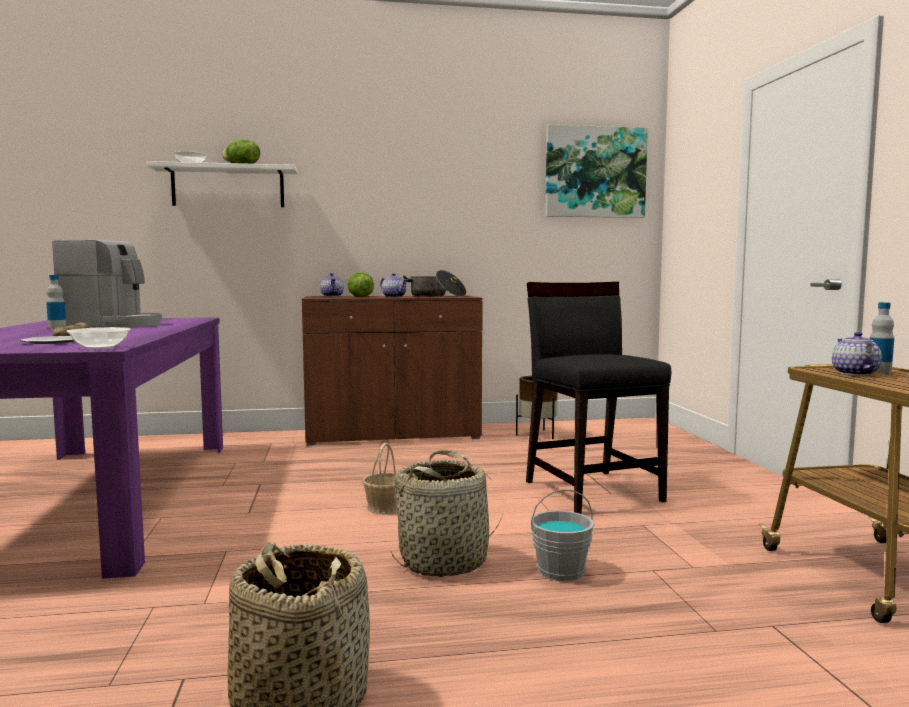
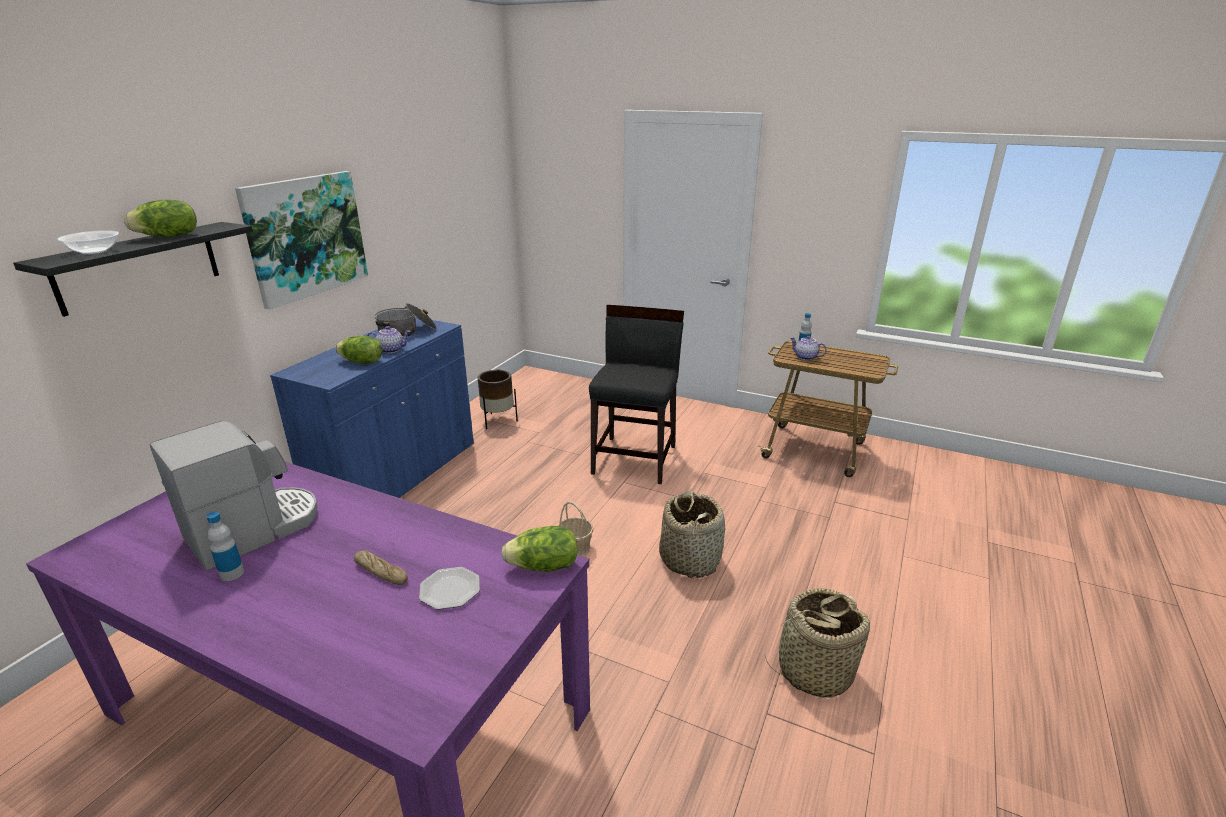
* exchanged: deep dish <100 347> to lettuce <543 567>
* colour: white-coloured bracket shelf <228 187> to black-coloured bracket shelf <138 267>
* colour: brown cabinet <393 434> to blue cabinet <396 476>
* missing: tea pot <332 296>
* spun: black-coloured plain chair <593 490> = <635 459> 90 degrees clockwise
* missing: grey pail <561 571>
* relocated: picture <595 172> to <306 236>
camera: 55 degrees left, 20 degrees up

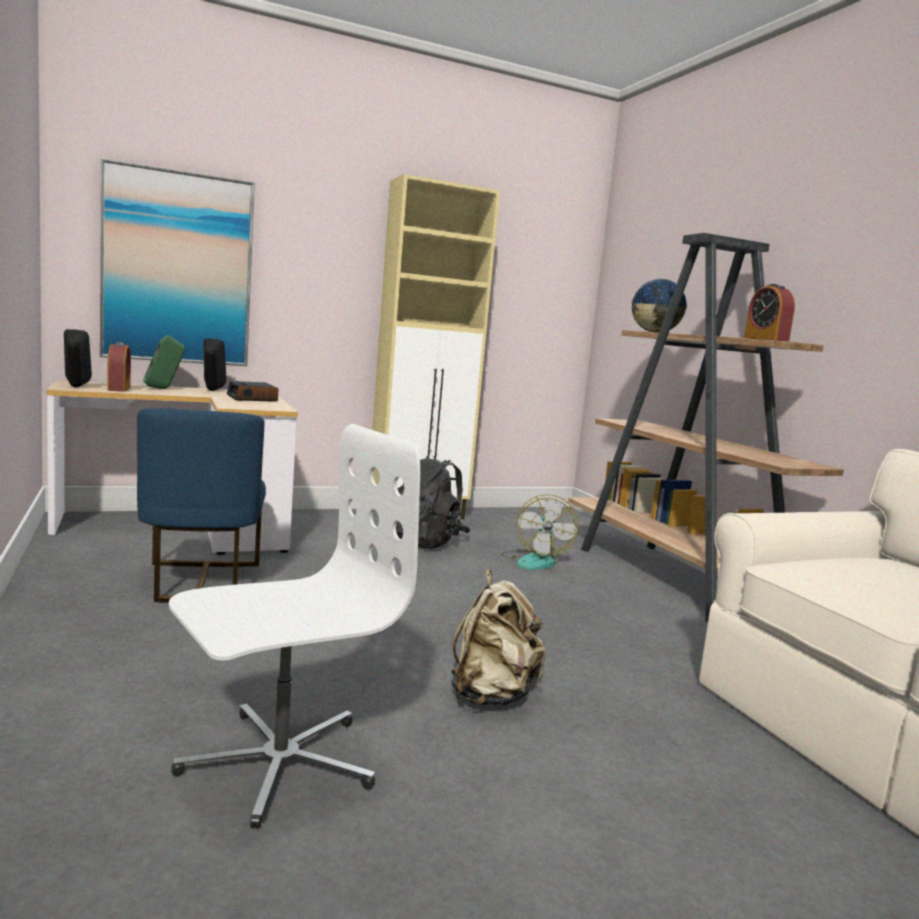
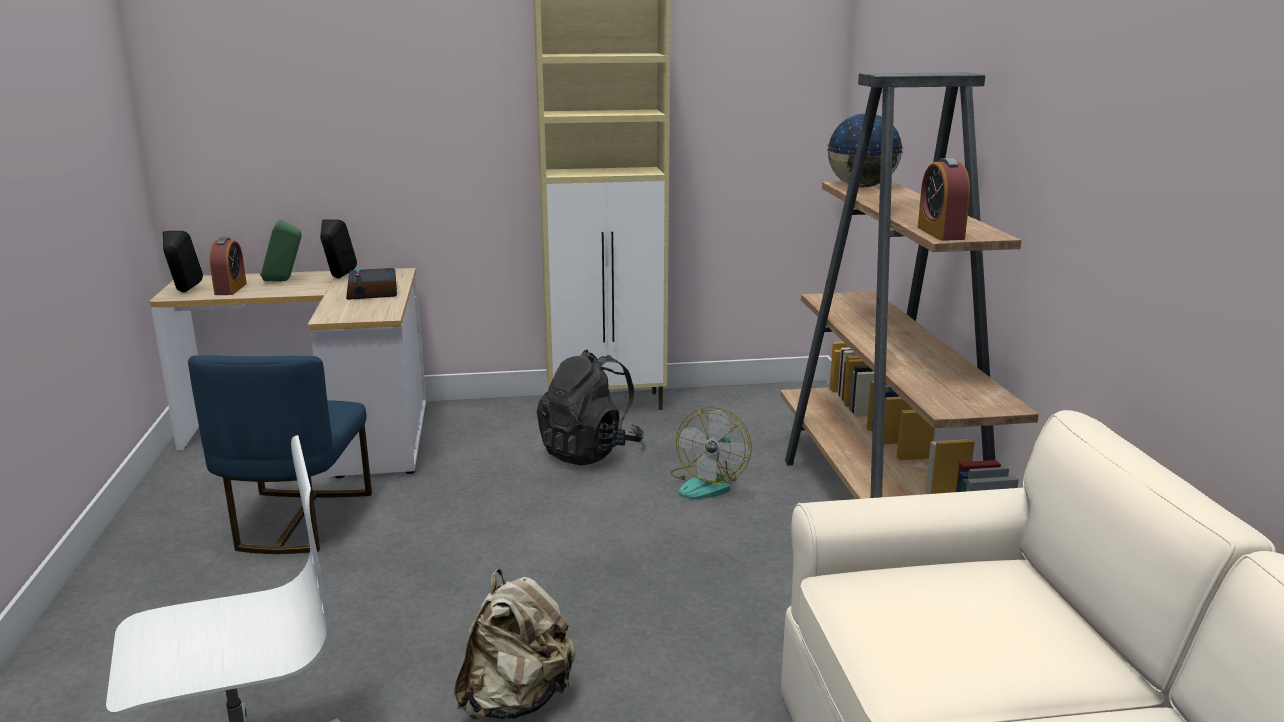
* missing: picture <178 268>
camera: 15 degrees right, 10 degrees up

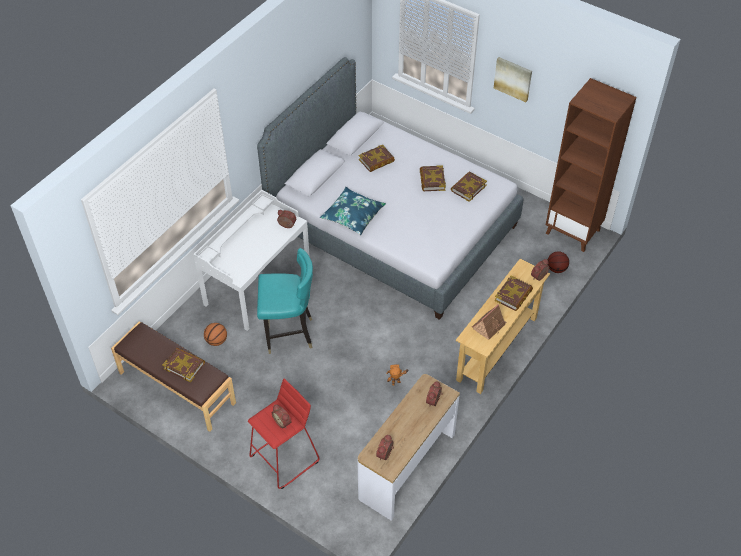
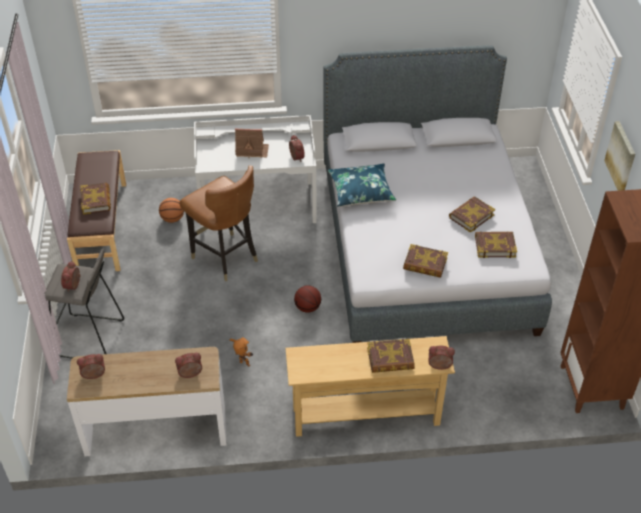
* colour: reddish stool <285 459> to grey stool <89 338>
* colour: turquoise-coloured plain chair <288 334> to brown plain chair <225 257>
* relocated: bound book <376 161> to <425 264>
* relocated: toy house <489 326> to <251 150>
* relocated: basketball ball <556 269> to <307 307>
camera: 50 degrees right, 5 degrees down

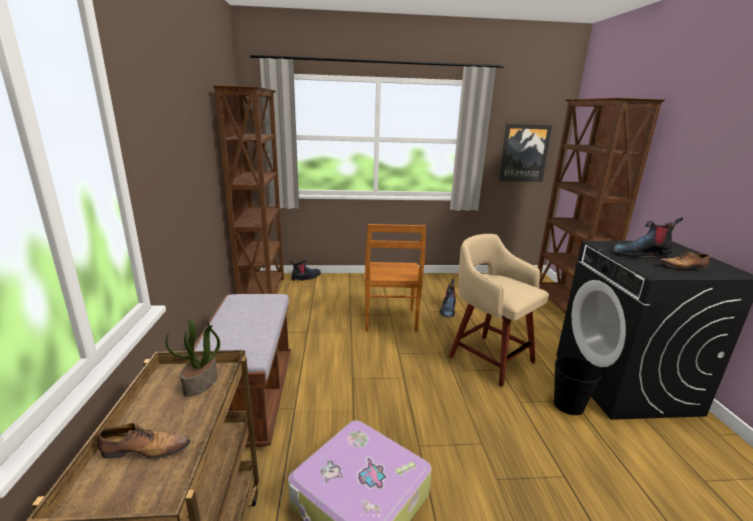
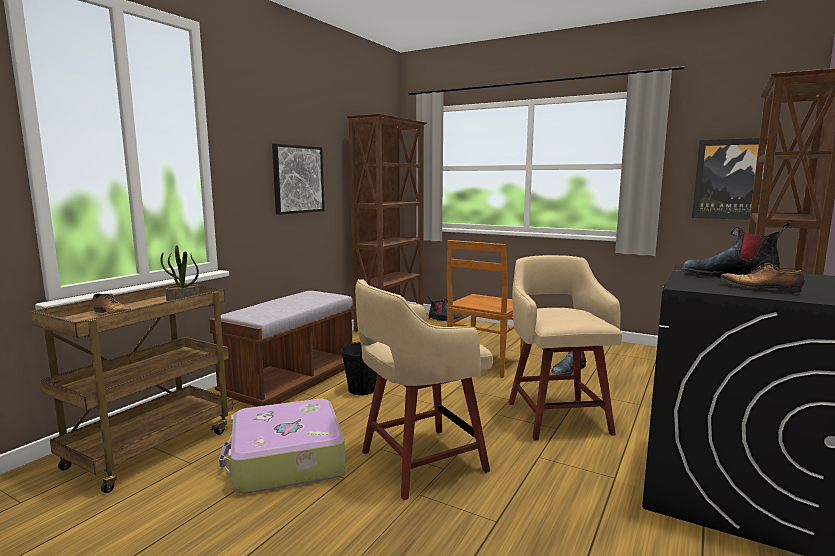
* relocated: black-coloured pail <568 405> to <362 389>
* appeared: picture <298 179>
* appeared: beige stool <419 462>
camera: 35 degrees right, 10 degrees down

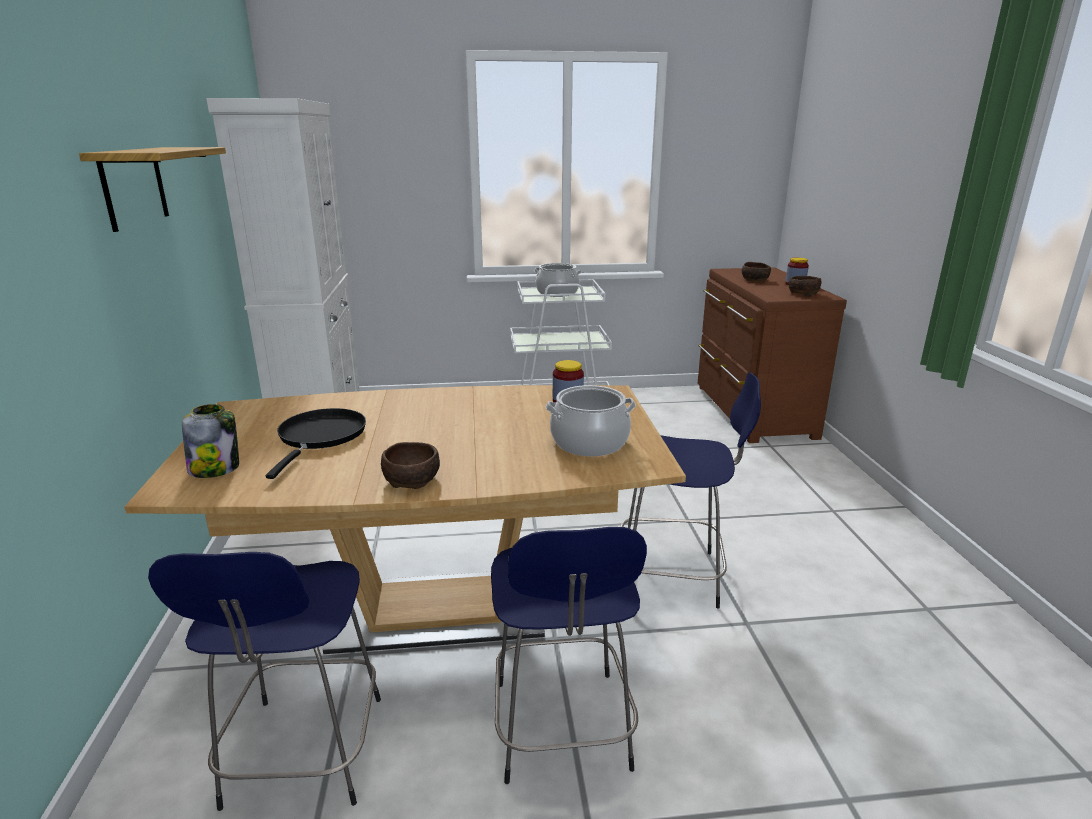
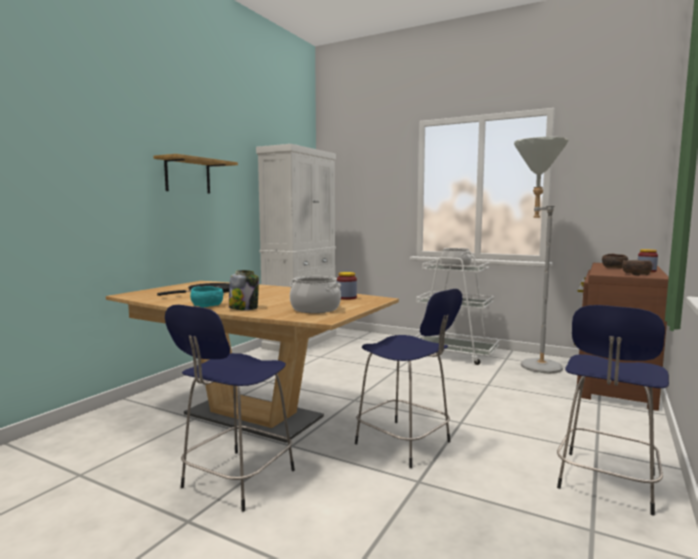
* relocated: blue stool <303 755> to <606 483>
* relocated: jar <215 468> to <244 308>
* colour: brown deep dish <413 480> to turquoise-coloured deep dish <208 305>
* appeared: grey standard lamp <532 367>
camera: 35 degrees right, 15 degrees down

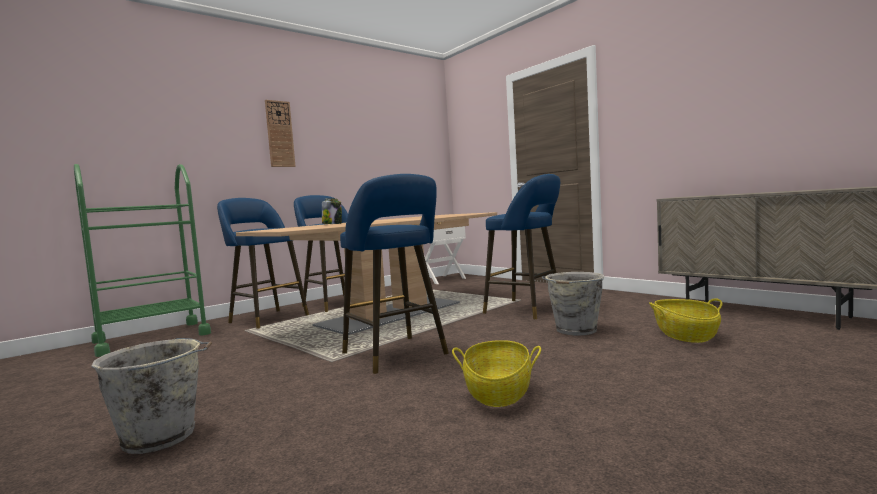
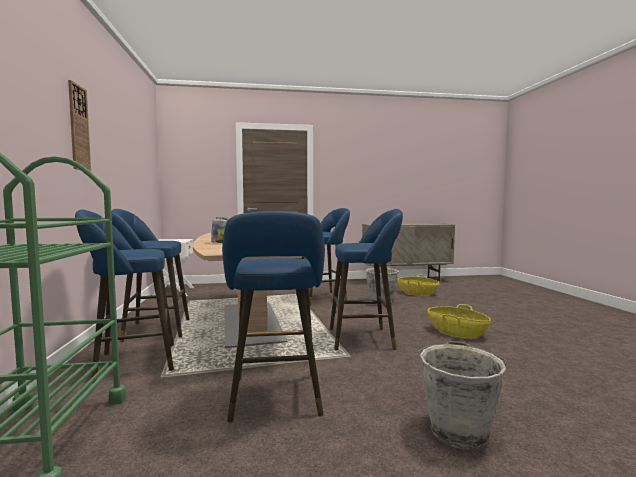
* appeared: blue stool <276 399>
camera: 60 degrees left, 0 degrees up

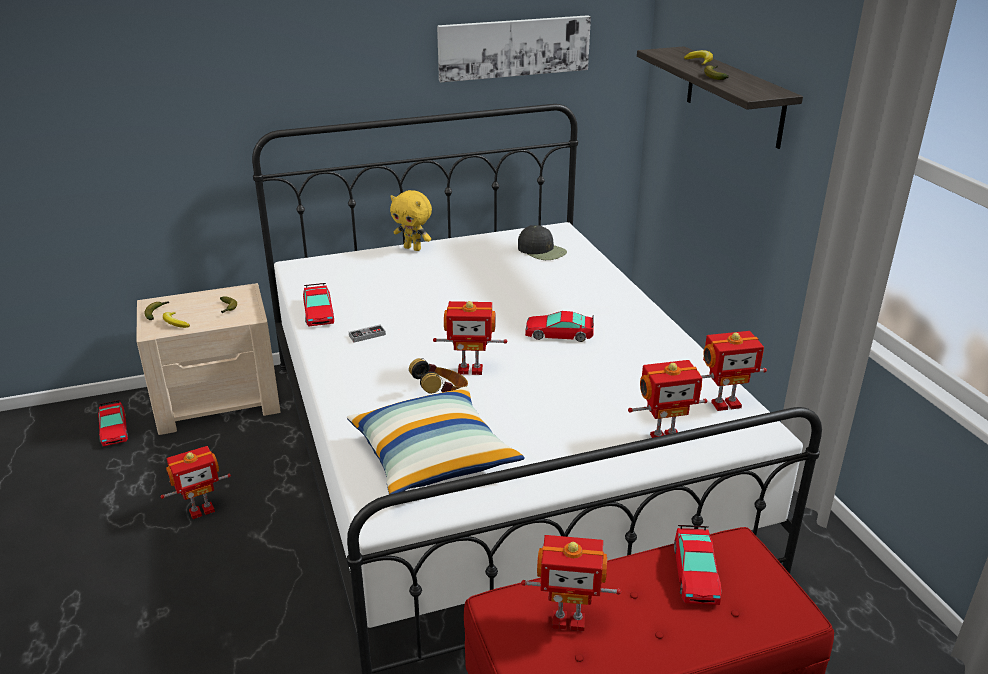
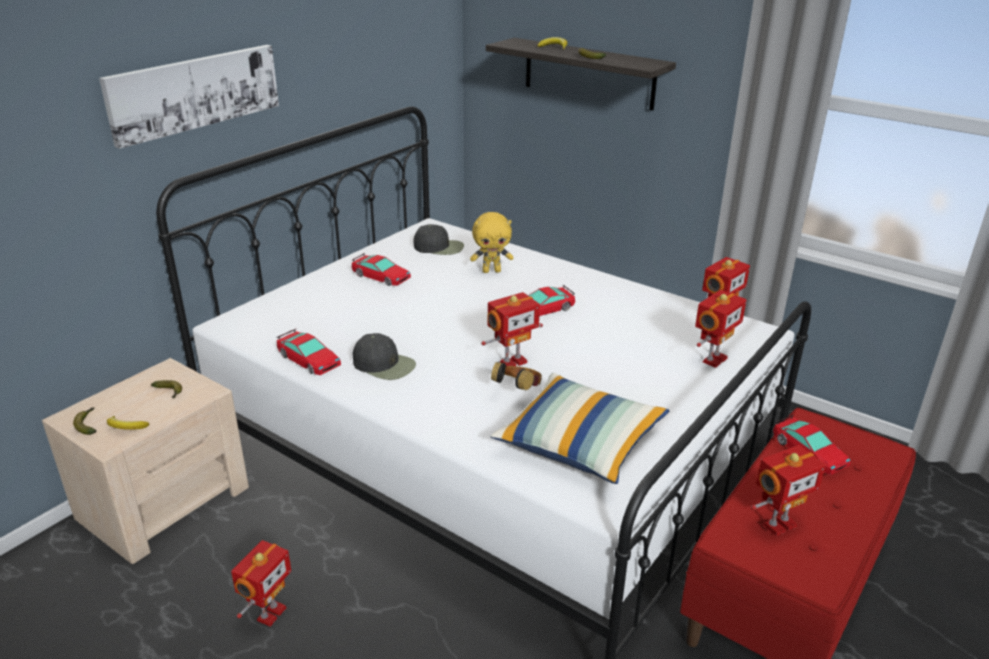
* relocated: toy car <113 429> to <380 277>
* exchanged: gamepad <367 335> to black-coloured peaked cap <384 364>
* relocated: yellow plush toy <413 248> to <491 271>
* relocated: picture <514 47> to <195 92>
camera: 35 degrees left, 0 degrees up

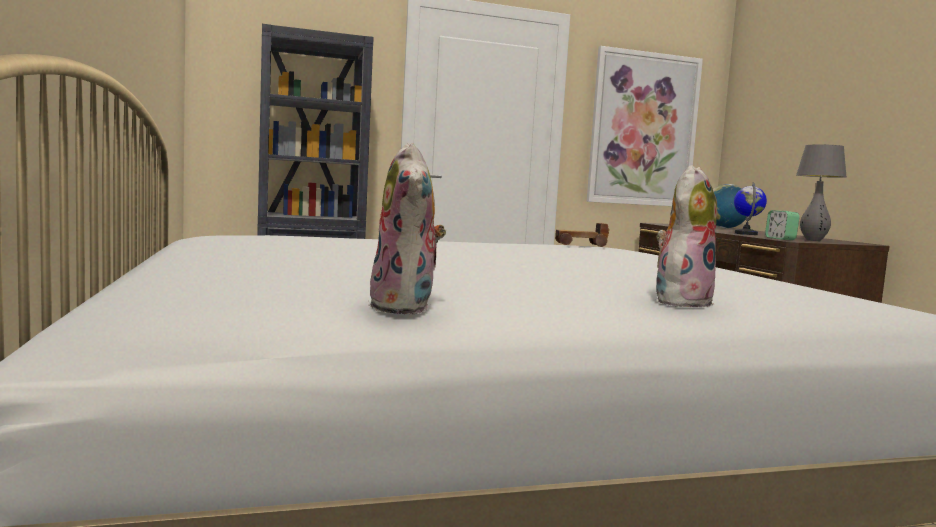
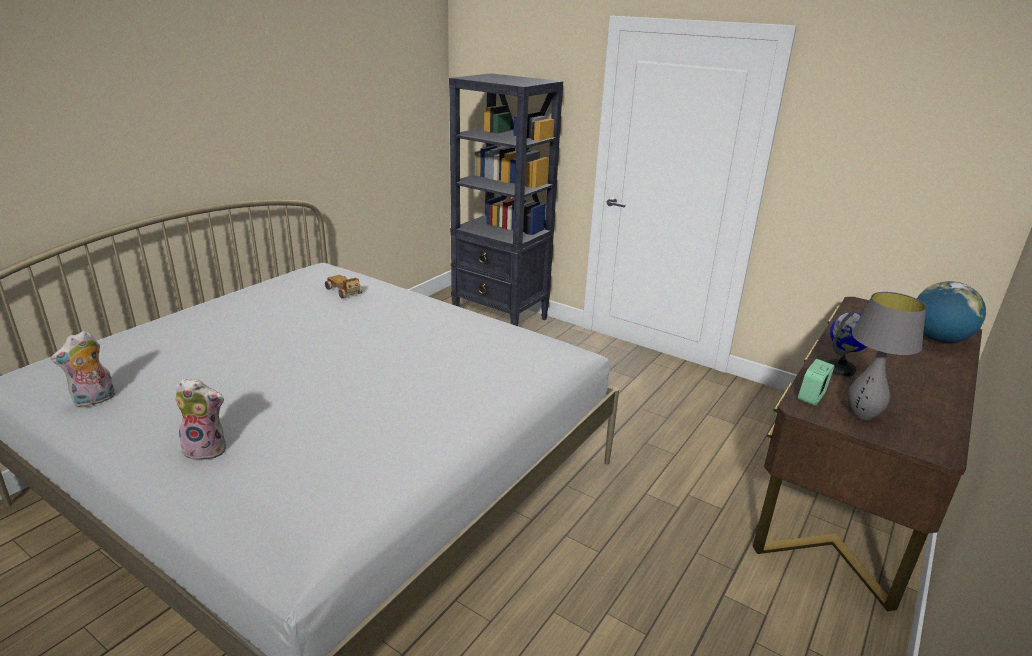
* relocated: toy car <581 245> to <344 291>
* missing: picture <643 129>
camera: 50 degrees right, 20 degrees up

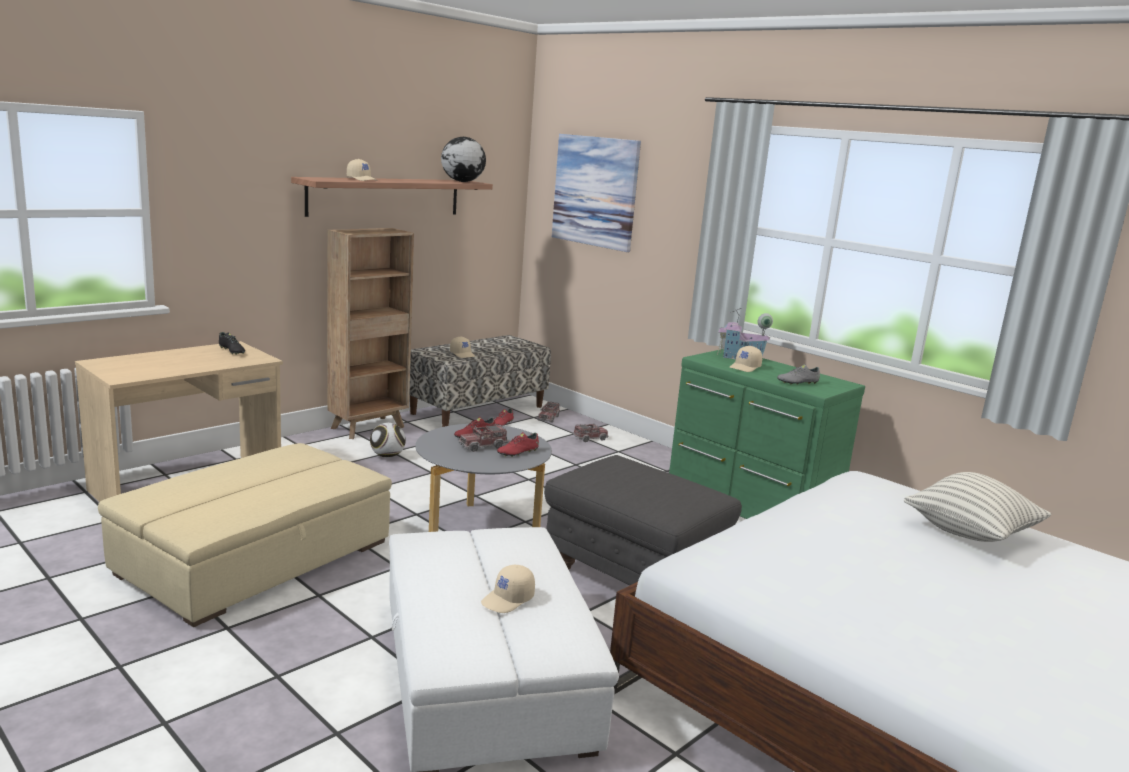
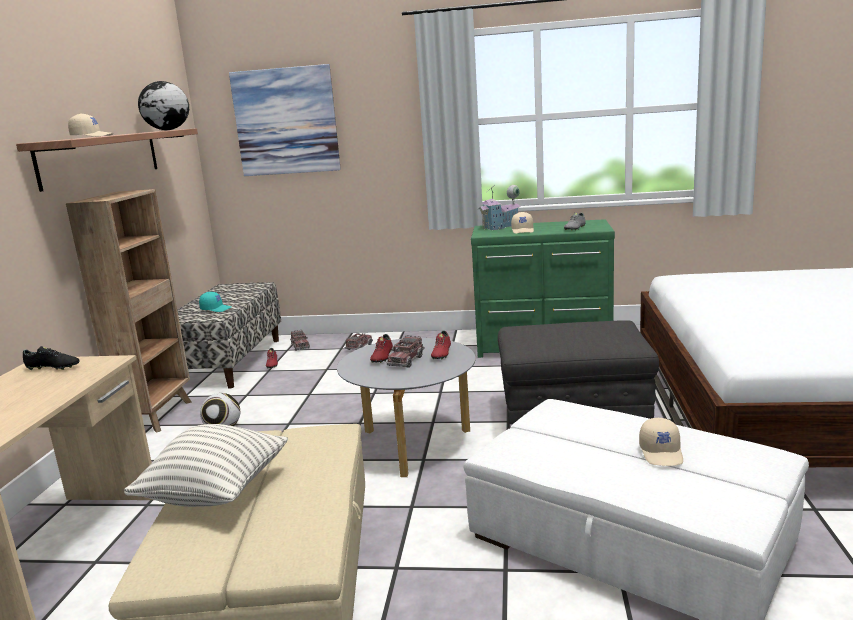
* colour: beige peaked cap <463 354> to turquoise-coloured peaked cap <216 309>
* relocated: throw pillow <970 534> to <216 493>
camera: 35 degrees left, 0 degrees up

